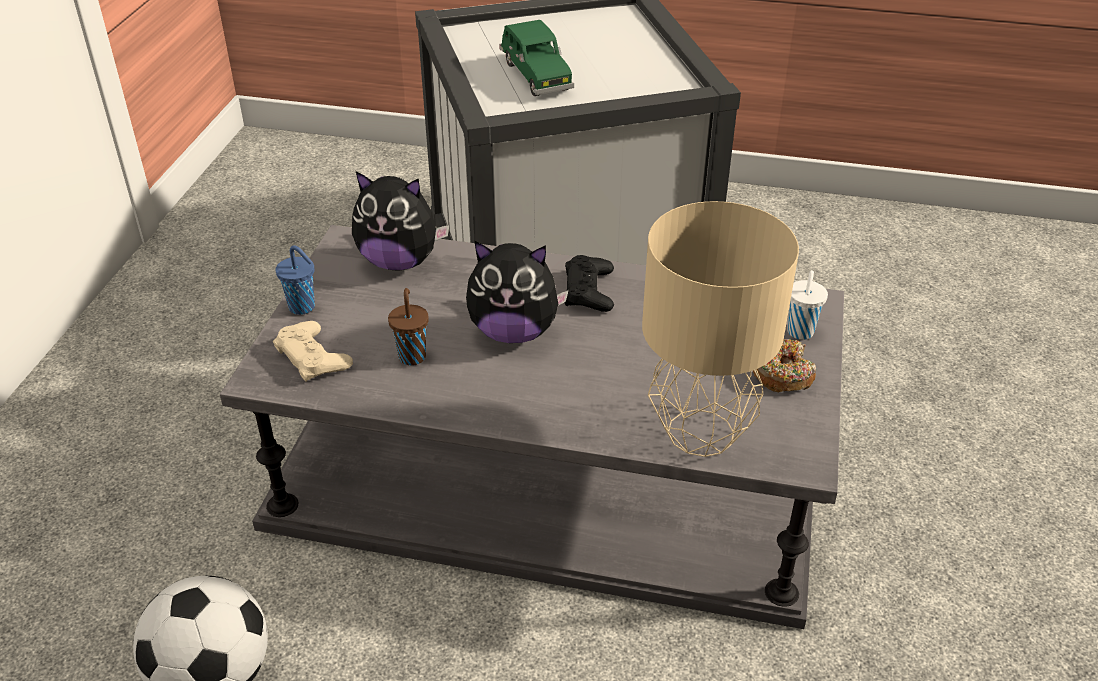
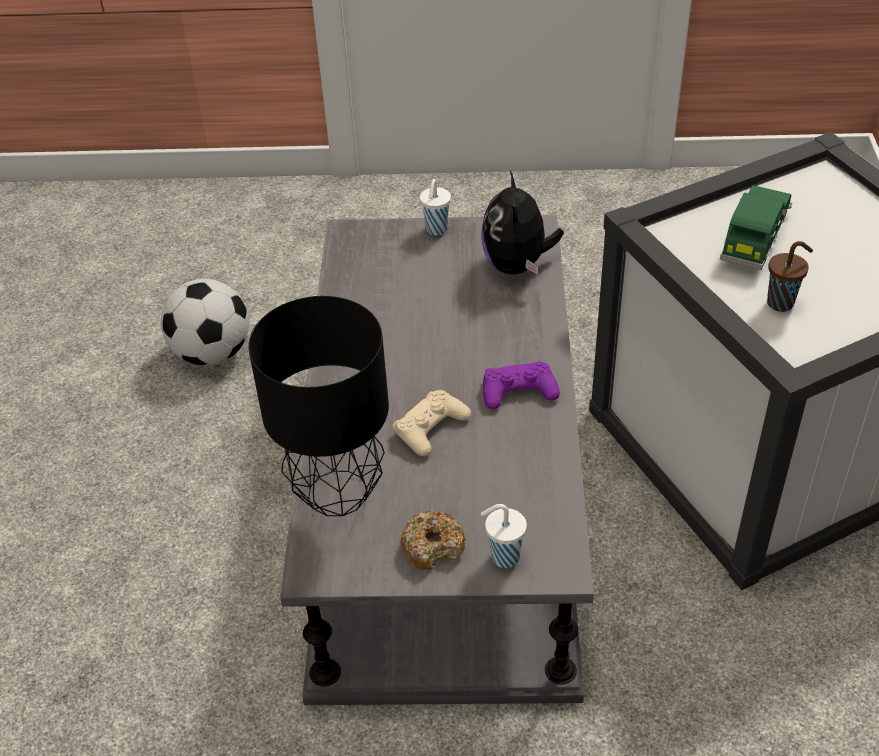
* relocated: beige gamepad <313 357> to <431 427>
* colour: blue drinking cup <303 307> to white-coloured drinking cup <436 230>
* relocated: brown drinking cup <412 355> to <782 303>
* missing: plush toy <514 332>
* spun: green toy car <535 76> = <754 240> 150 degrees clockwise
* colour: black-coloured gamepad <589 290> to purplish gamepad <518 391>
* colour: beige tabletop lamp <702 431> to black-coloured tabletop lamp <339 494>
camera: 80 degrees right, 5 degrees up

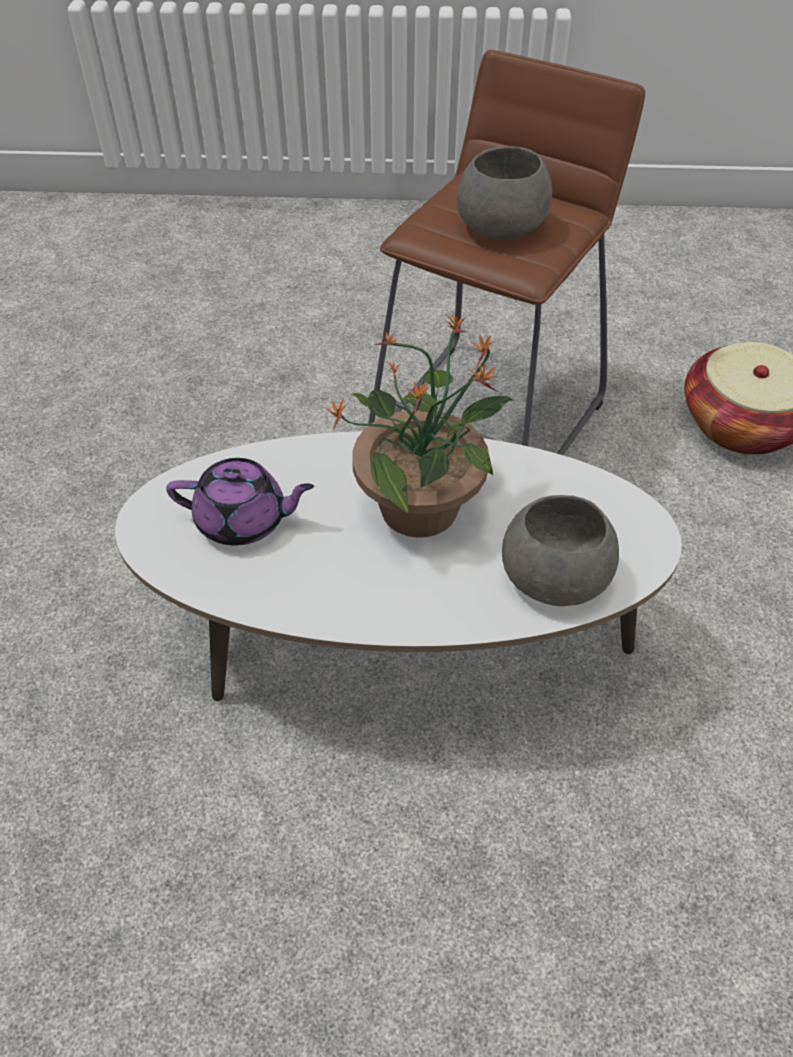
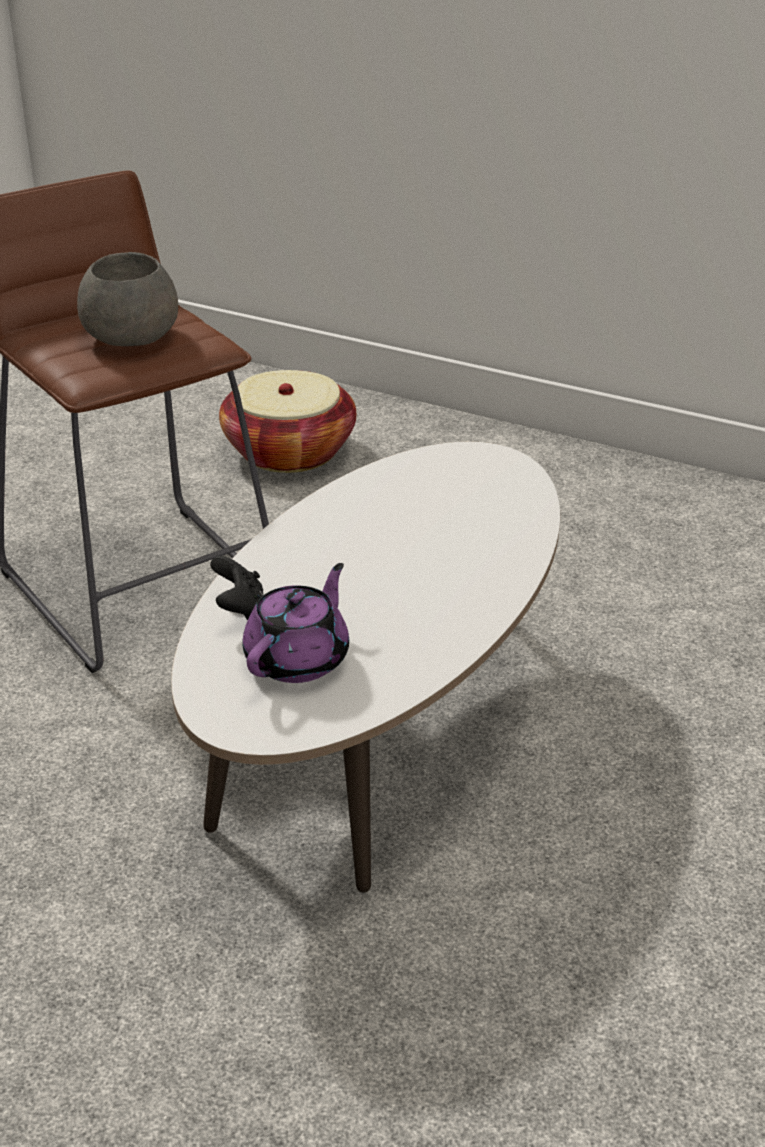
* missing: potted plant <422 507>
* missing: grey deep dish <552 577>
* appeared: black-coloured gamepad <240 610>
camera: 65 degrees left, 15 degrees down

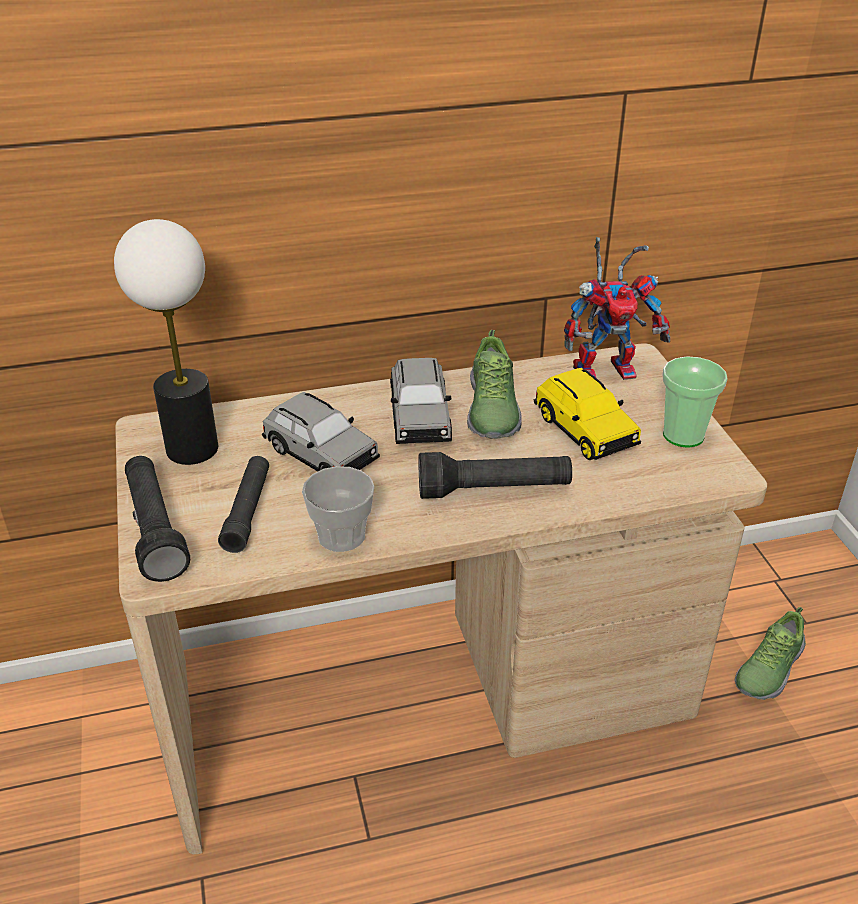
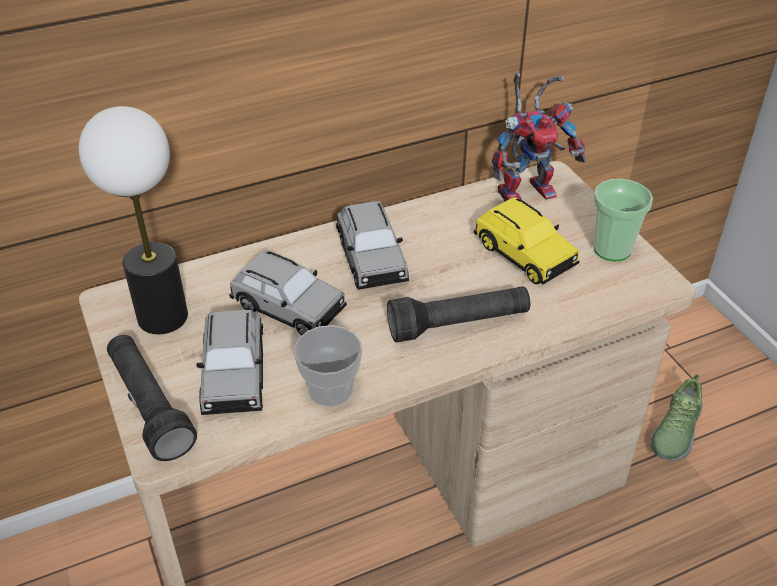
* exchanged: black-coloured hand torch <247 511> to grey toy car <234 375>
* missing: low shoe <491 410>
camera: 10 degrees left, 5 degrees up

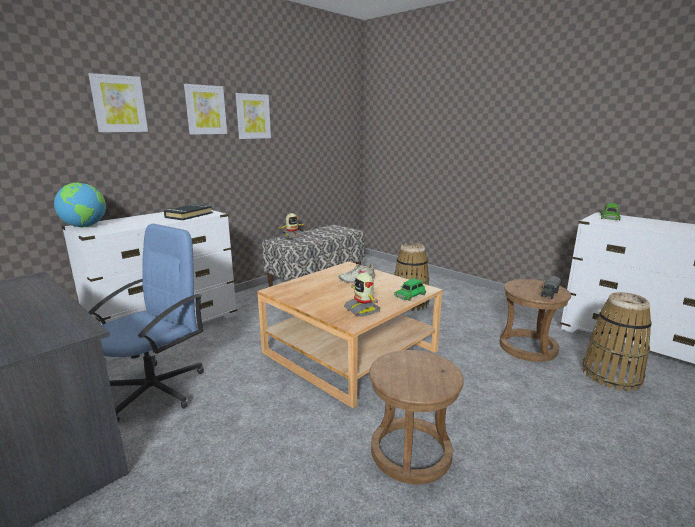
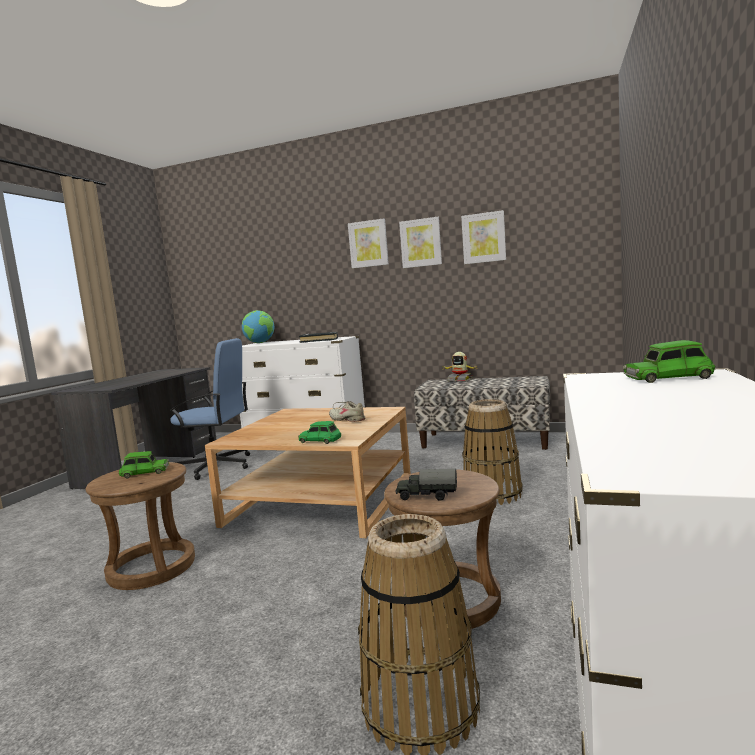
* relocated: picture <119 104> to <483 238>
* missing: robot figure <363 309>
* appeared: green toy car <144 472>
camera: 65 degrees right, 10 degrees down

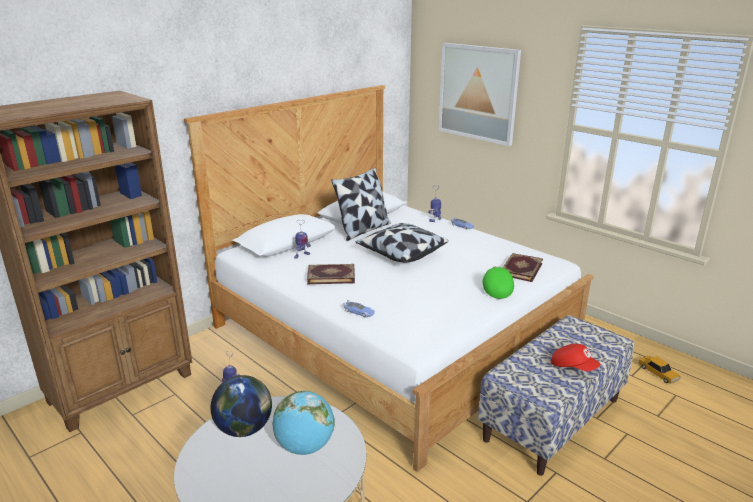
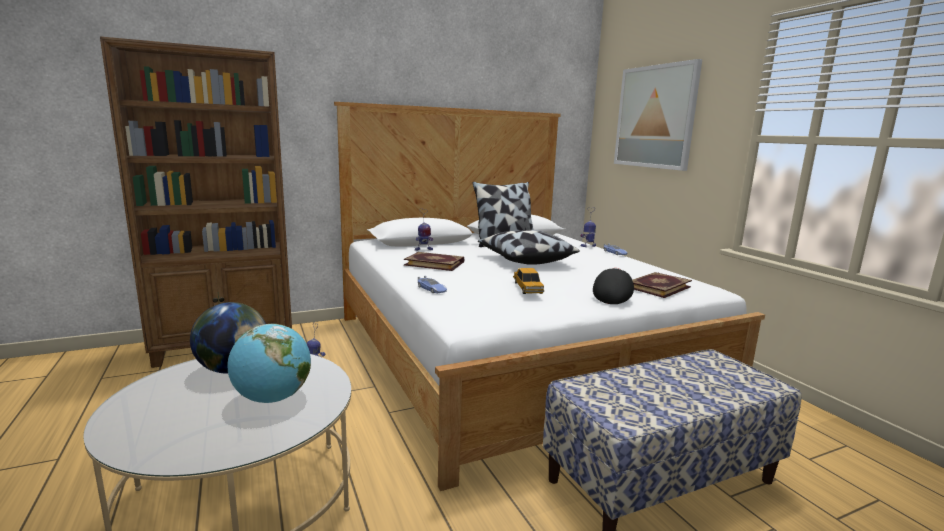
* colour: green peaked cap <496 289> to black-coloured peaked cap <612 297>
* missing: reddish peaked cap <573 367>
* relocated: toy car <658 373> to <527 288>
camera: 20 degrees right, 10 degrees down

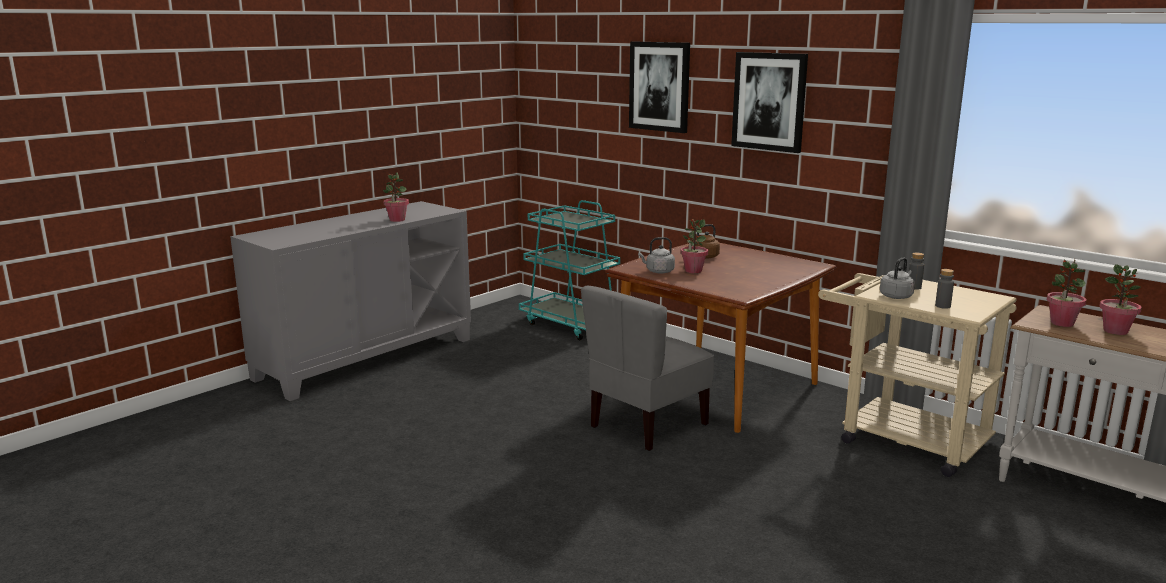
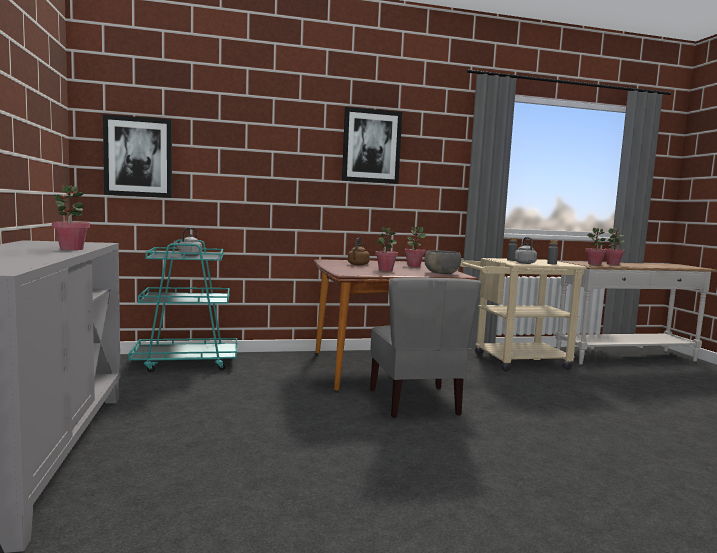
* relocated: picture <659 86> to <138 157>
* relocated: grey tea kettle <658 271> to <189 255>
* appeared: potted plant <413 266>
* appeared: grey deep dish <441 273>
camera: 55 degrees left, 10 degrees down

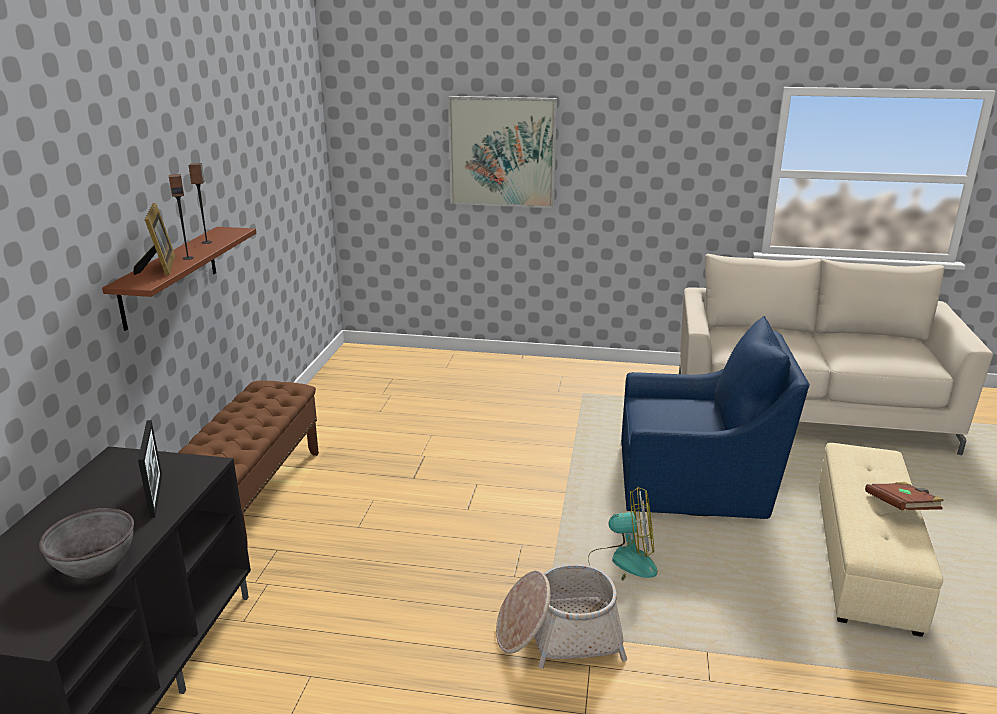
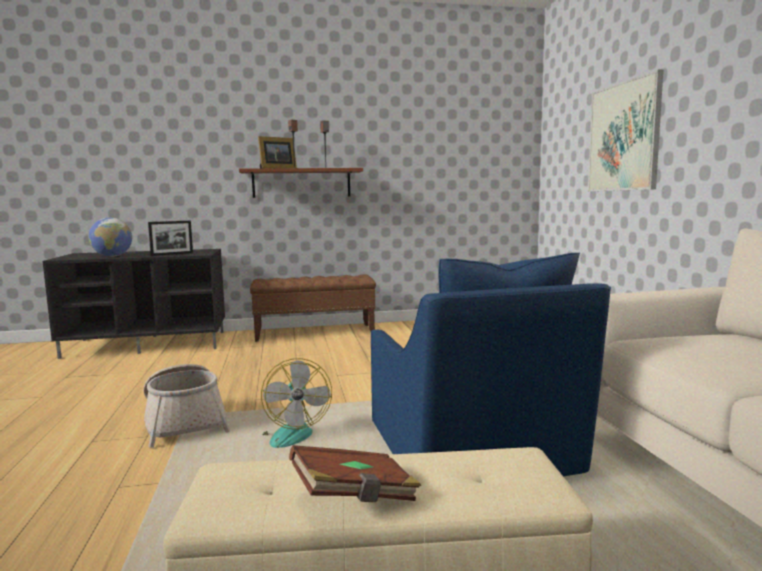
* exchanged: grey deep dish <95 564> to desk globe <112 256>
camera: 70 degrees right, 15 degrees down

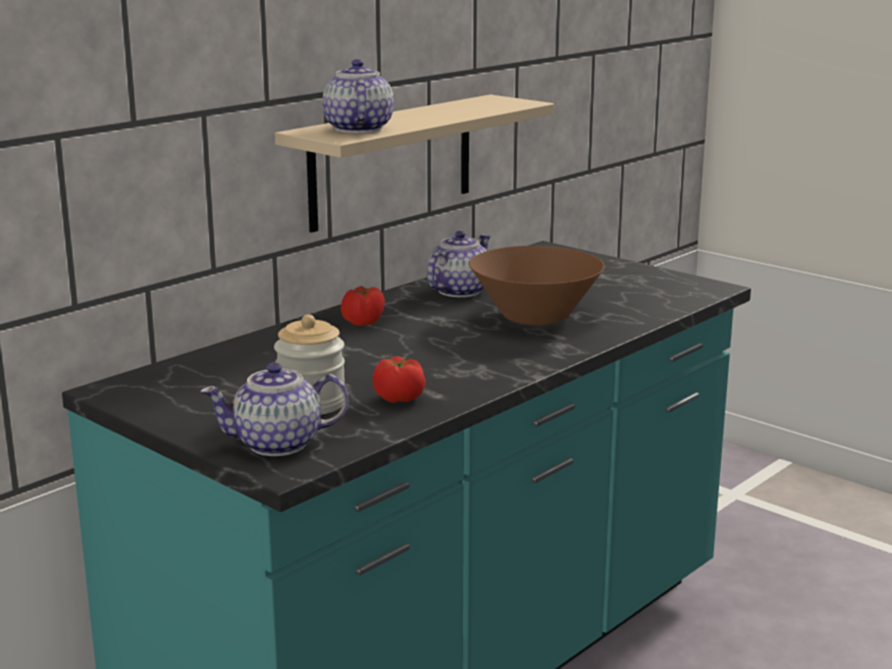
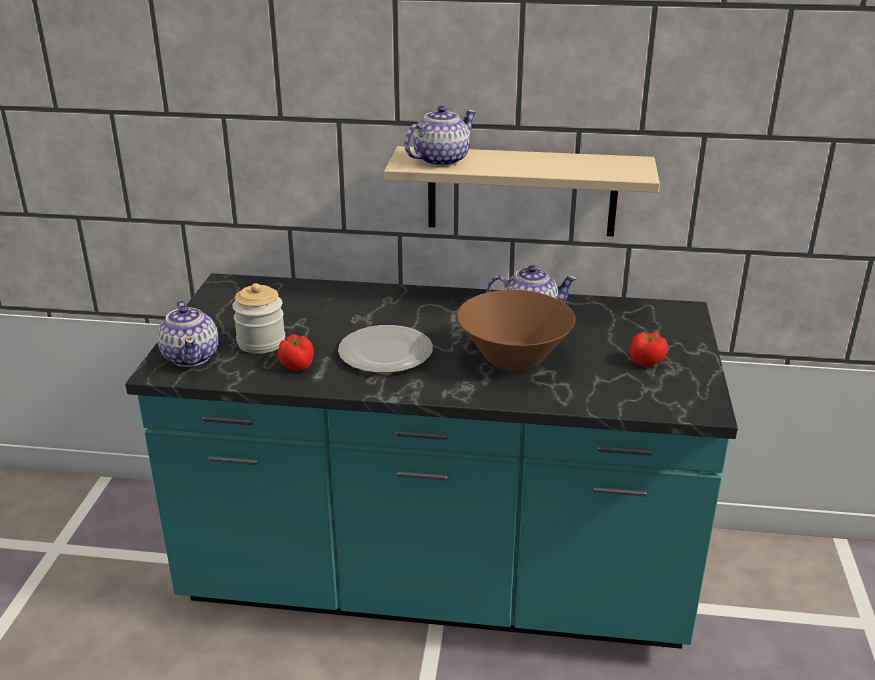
* spun: tea pot <279 444> = <191 356> 150 degrees counterclockwise
* relocated: tomato <362 322> to <646 362>
* appeared: dinner plate <386 352>
camera: 55 degrees right, 10 degrees up

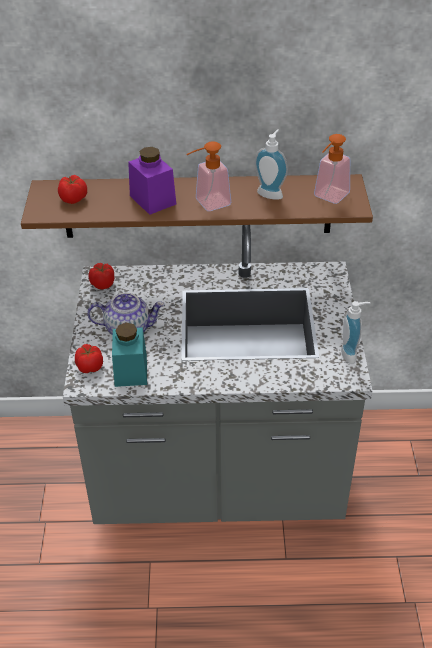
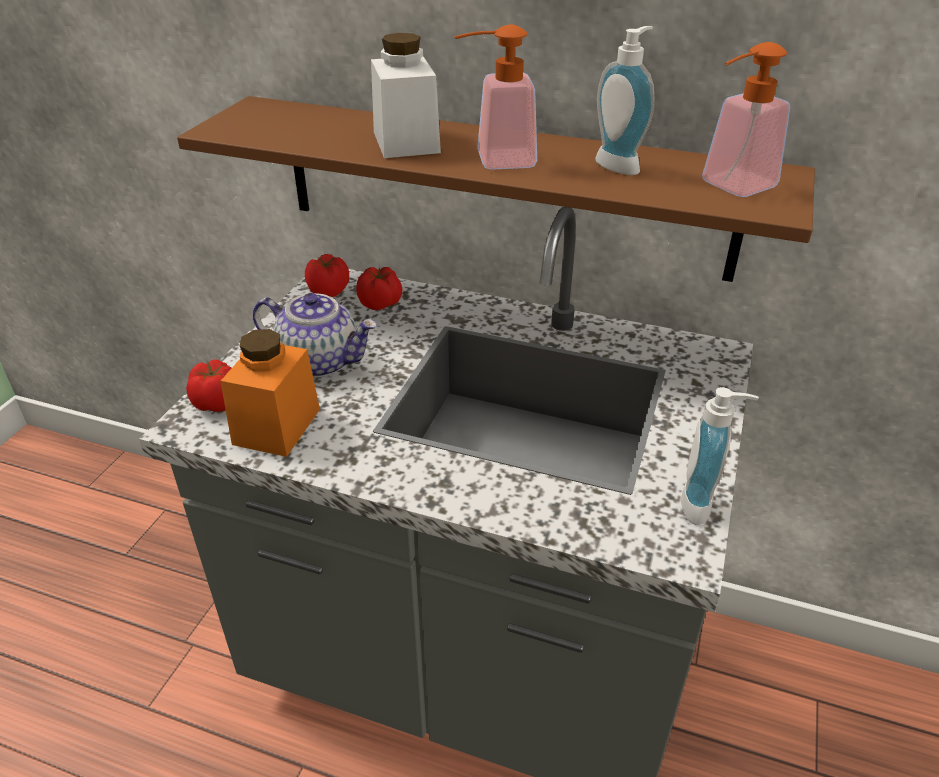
* relocated: tomato <74 199> to <381 303>
* colour: turquoise-coloured jar <131 371> to orange jar <277 426>
* colour: purplish jar <153 200> to white-coloured jar <406 142>
camera: 20 degrees right, 5 degrees down

